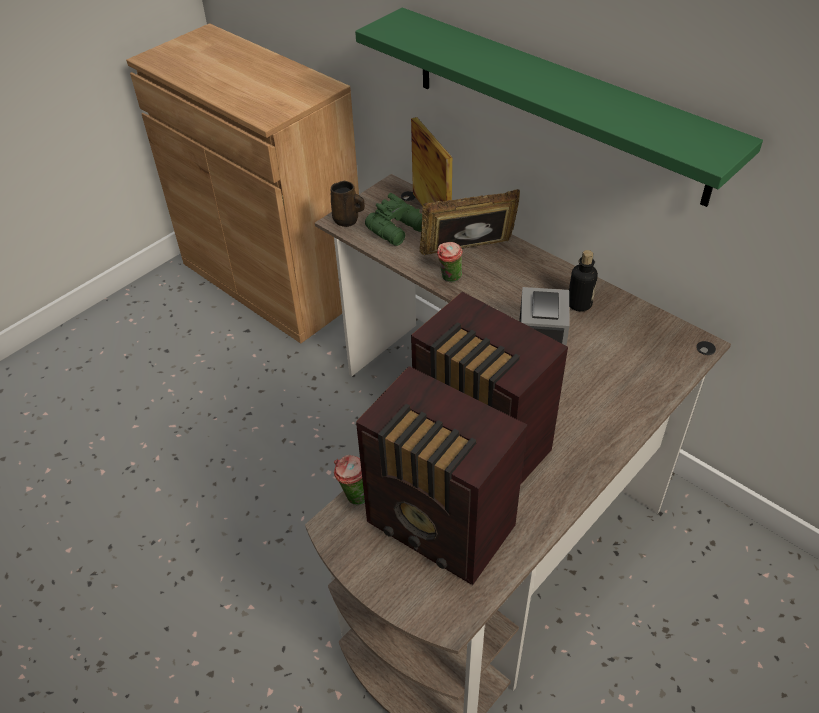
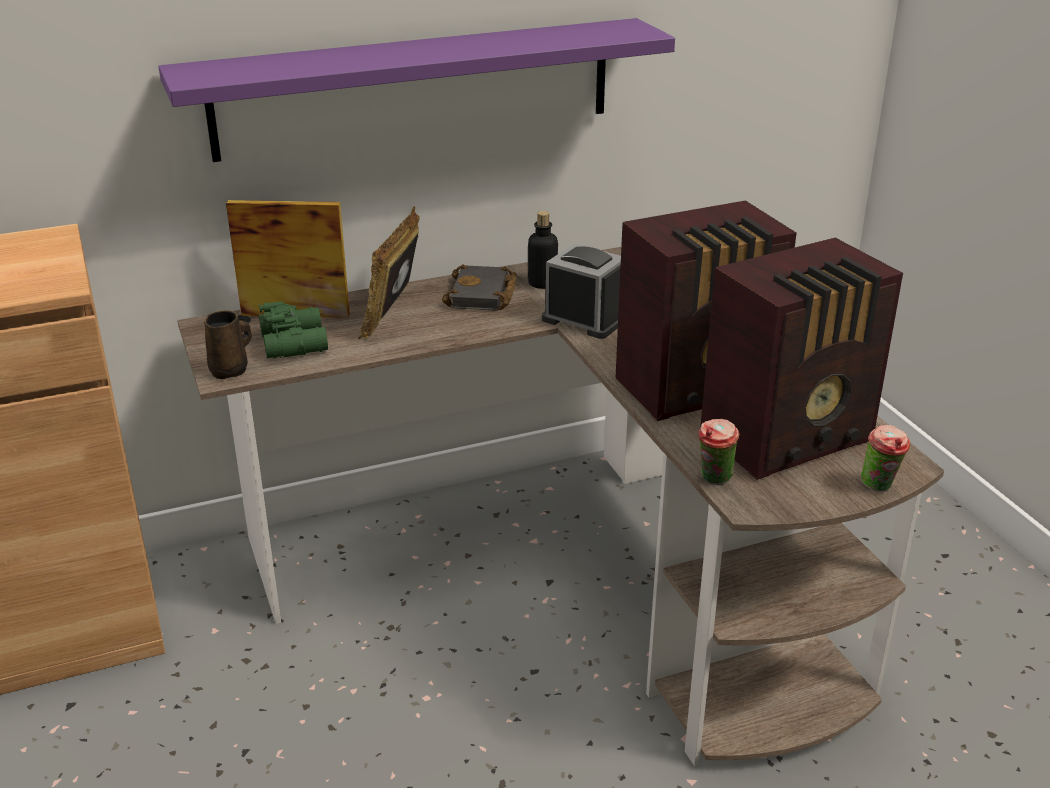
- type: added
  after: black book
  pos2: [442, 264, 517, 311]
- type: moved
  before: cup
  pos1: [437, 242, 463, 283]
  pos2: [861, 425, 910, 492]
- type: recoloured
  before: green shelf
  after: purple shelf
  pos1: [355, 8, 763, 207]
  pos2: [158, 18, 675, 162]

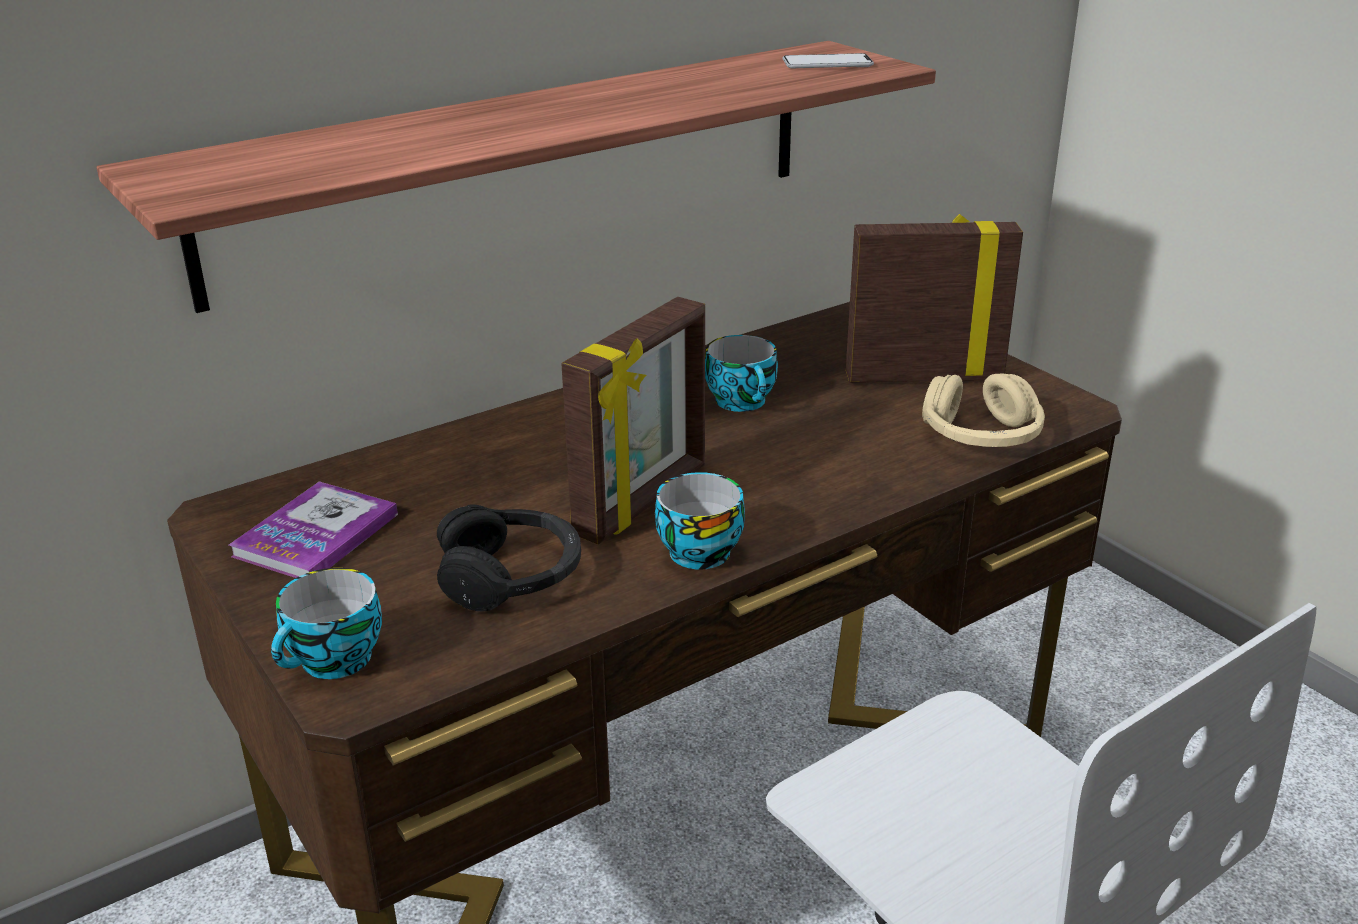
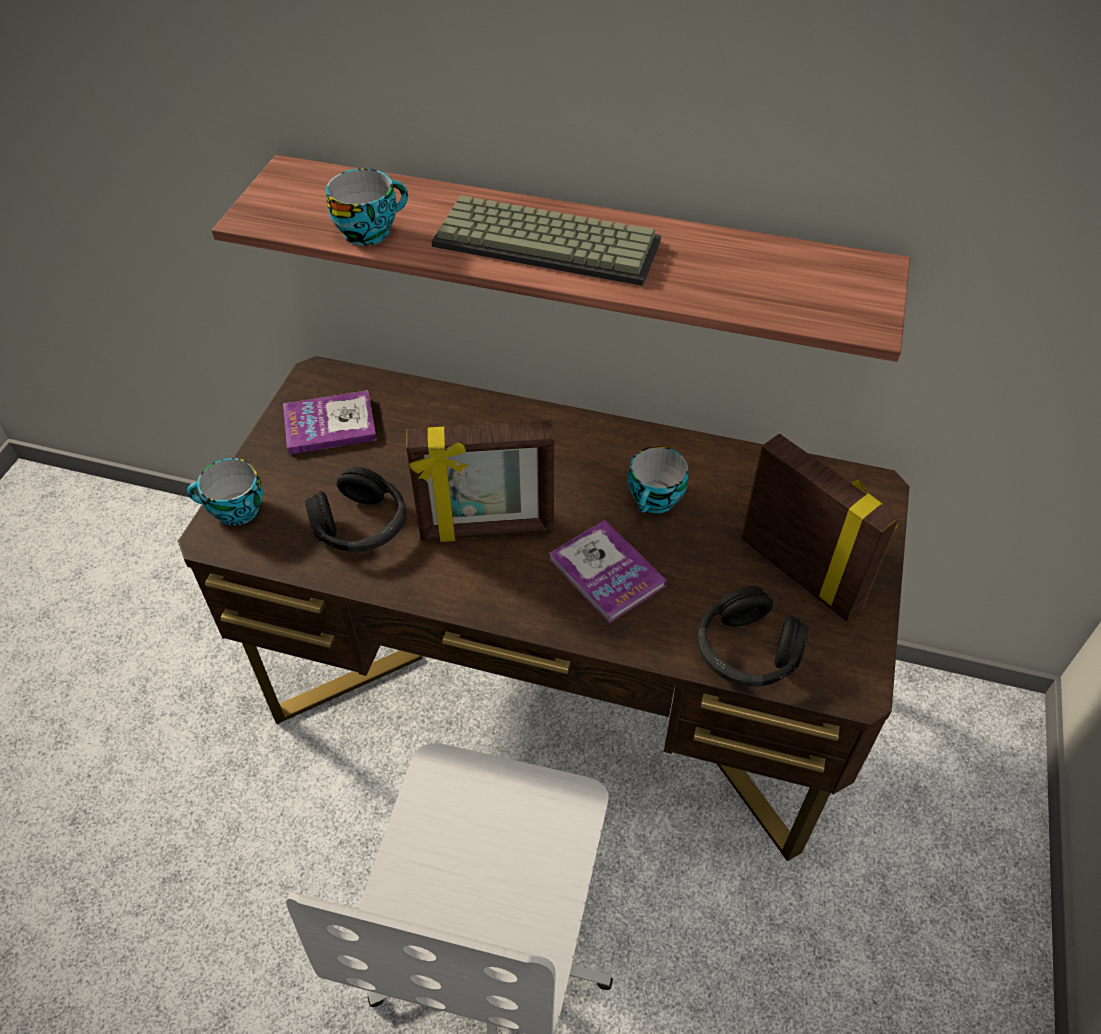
- type: removed
  before: phone
  pos1: [782, 53, 874, 68]
- type: added
  after: keyboard
  pos2: [432, 195, 661, 286]
- type: added
  after: book
  pos2: [549, 520, 667, 623]
- type: moved
  before: cup
  pos1: [655, 472, 745, 570]
  pos2: [326, 168, 408, 246]
- type: recoloured
  before: beige headphones
  after: black headphones
  pos1: [922, 373, 1045, 447]
  pos2: [698, 586, 808, 687]

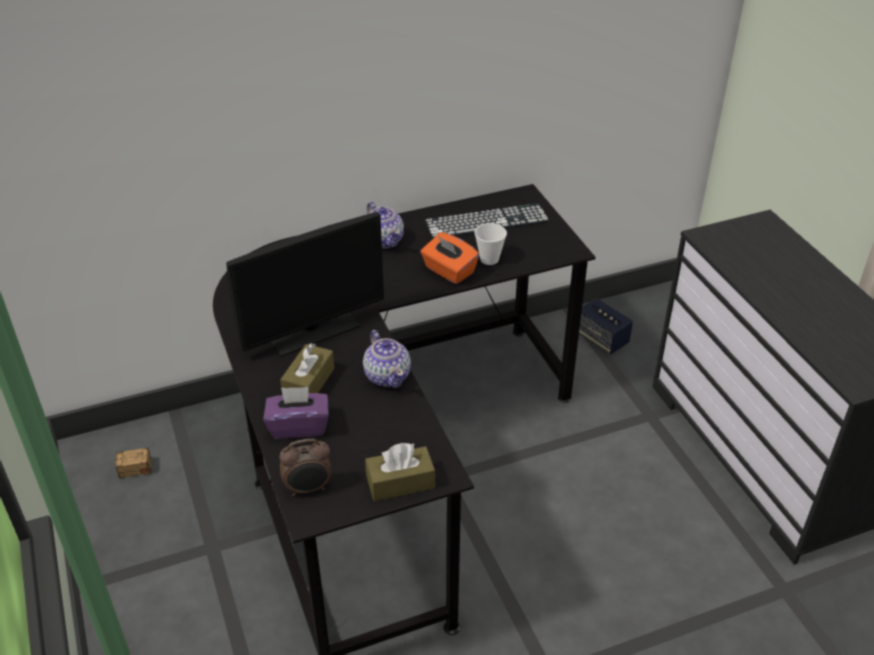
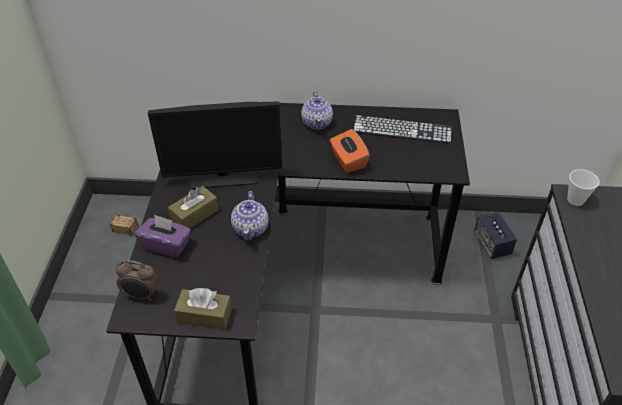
- type: moved
  before: cup
  pos1: [474, 223, 507, 265]
  pos2: [567, 169, 599, 206]

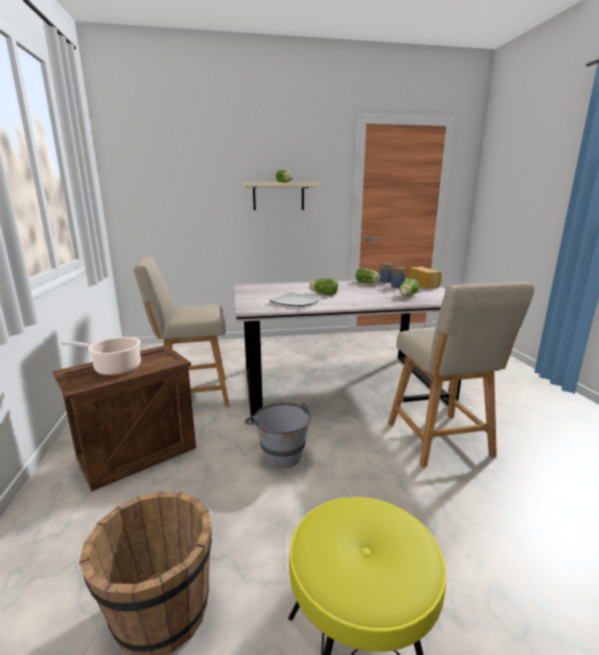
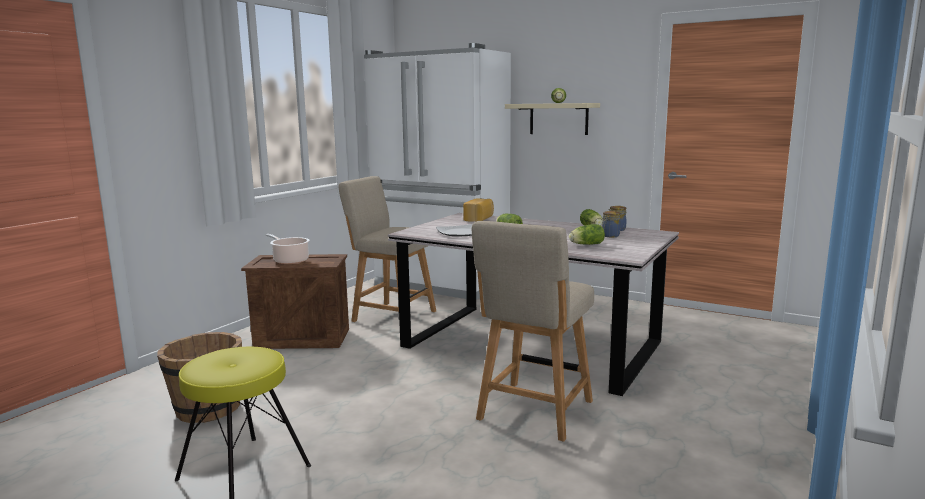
- type: removed
  before: grey bucket
  pos1: [245, 402, 311, 468]
- type: added
  after: white fridge
  pos2: [364, 43, 511, 300]
- type: moved
  before: bread
  pos1: [408, 267, 441, 289]
  pos2: [463, 199, 494, 222]

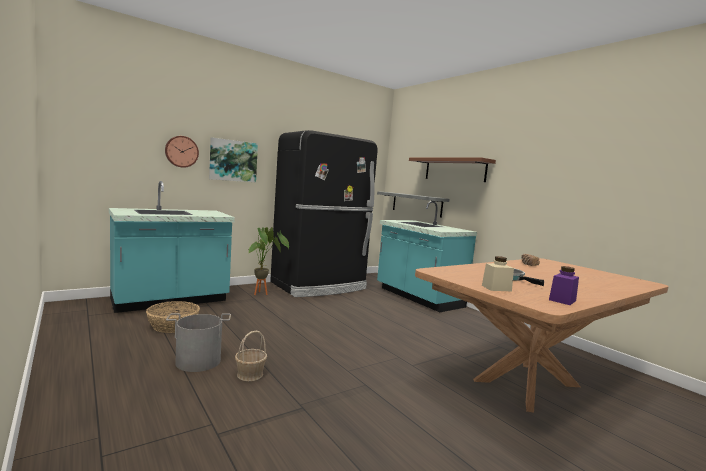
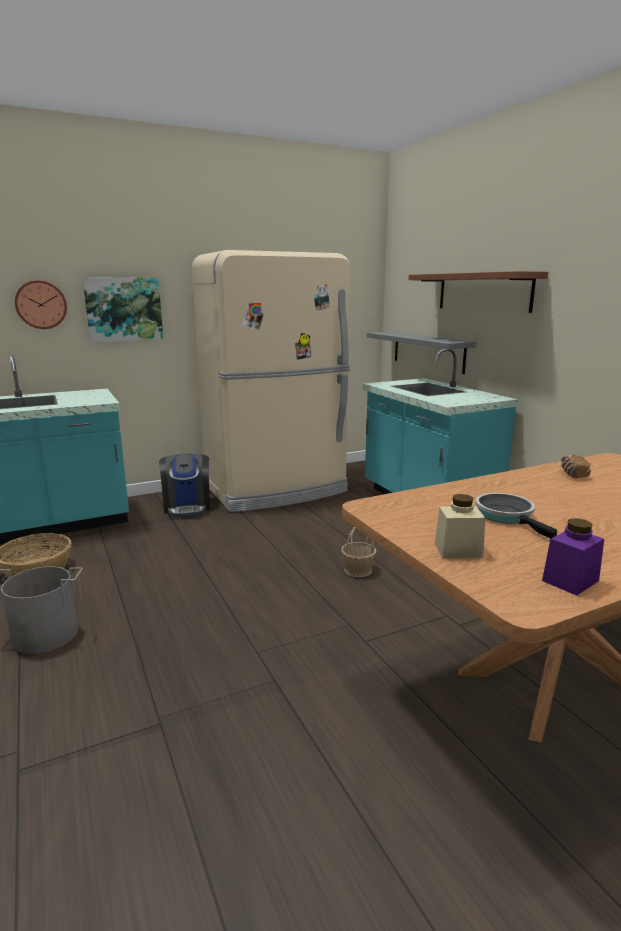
- type: moved
  before: basket
  pos1: [235, 330, 267, 381]
  pos2: [341, 527, 376, 577]
- type: replaced
  before: potted plant
  after: coffee machine
  pos1: [248, 227, 289, 295]
  pos2: [159, 453, 210, 517]
- type: recoloured
  before: black fridge
  after: beige fridge
  pos1: [270, 130, 378, 297]
  pos2: [192, 250, 350, 512]

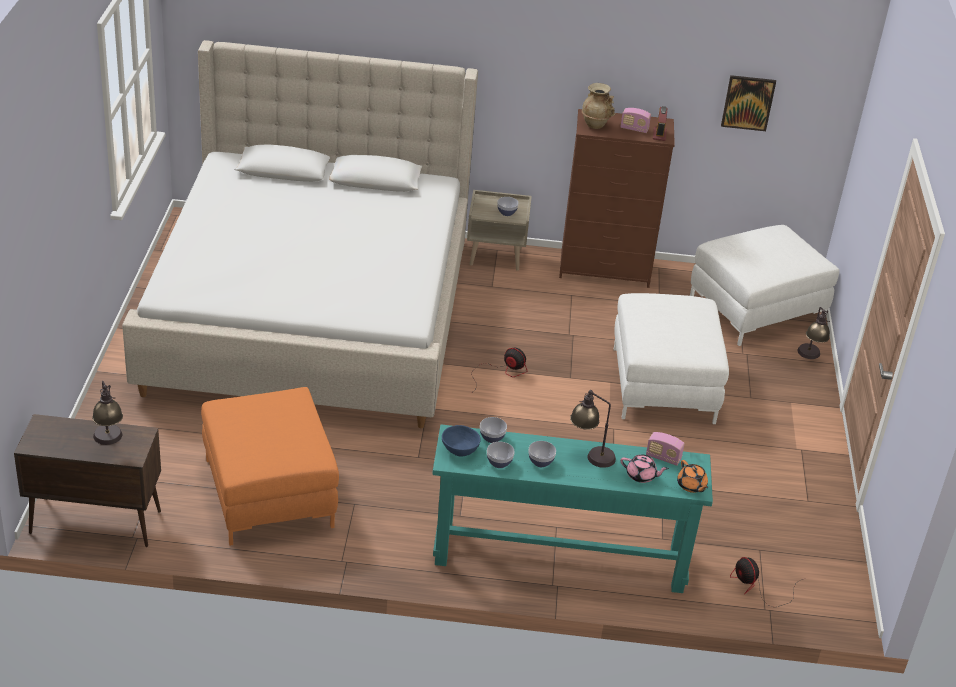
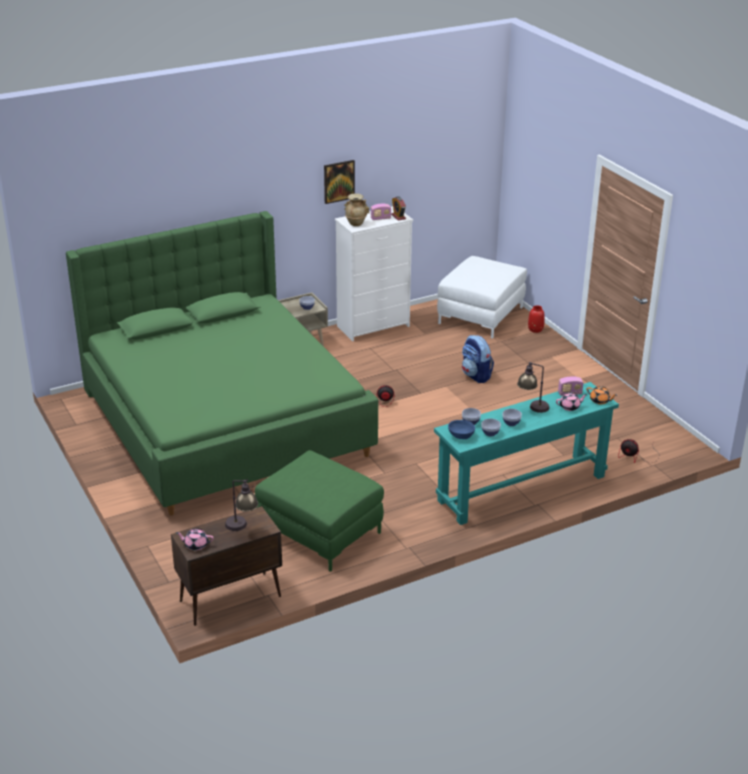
- type: added
  after: pink teapot
  pos2: [176, 528, 214, 550]
- type: moved
  before: picture
  pos1: [721, 75, 776, 131]
  pos2: [324, 160, 355, 204]
- type: replaced
  before: white ottoman
  after: backpack
  pos1: [614, 293, 729, 424]
  pos2: [462, 335, 494, 383]
- type: replaced
  before: table lamp
  after: red vase
  pos1: [797, 307, 830, 359]
  pos2: [528, 305, 545, 333]
- type: recoloured
  before: beige bed
  after: green bed
  pos1: [122, 40, 478, 428]
  pos2: [66, 211, 378, 516]
- type: recoloured
  before: orange ottoman
  after: green ottoman
  pos1: [201, 387, 339, 546]
  pos2: [255, 450, 384, 572]
- type: recoloured
  before: brown dresser
  after: white dresser
  pos1: [559, 109, 675, 288]
  pos2: [335, 206, 413, 341]

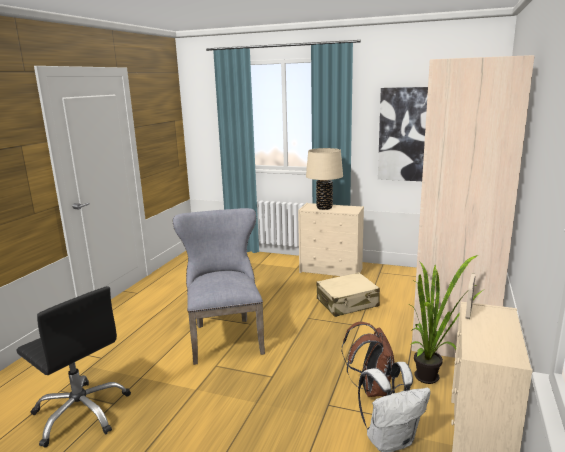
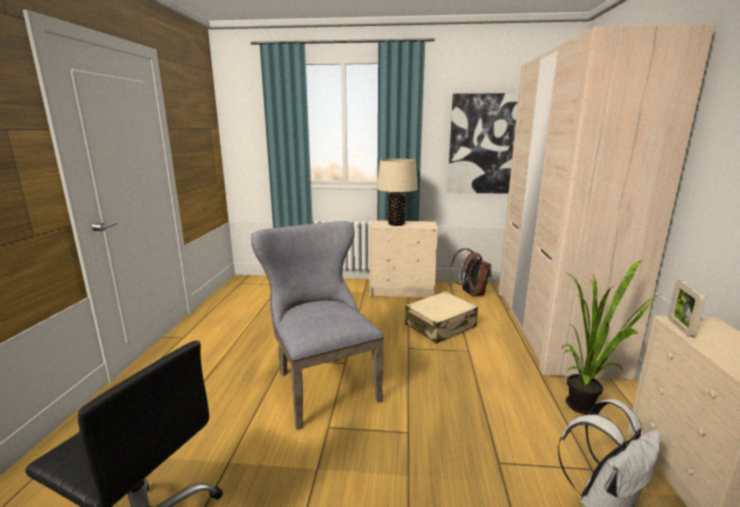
- type: moved
  before: brown backpack
  pos1: [342, 322, 395, 397]
  pos2: [450, 248, 492, 296]

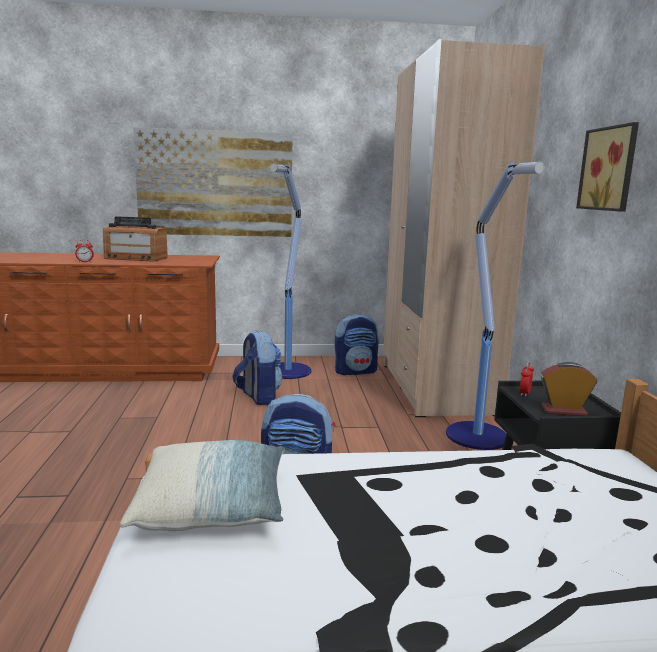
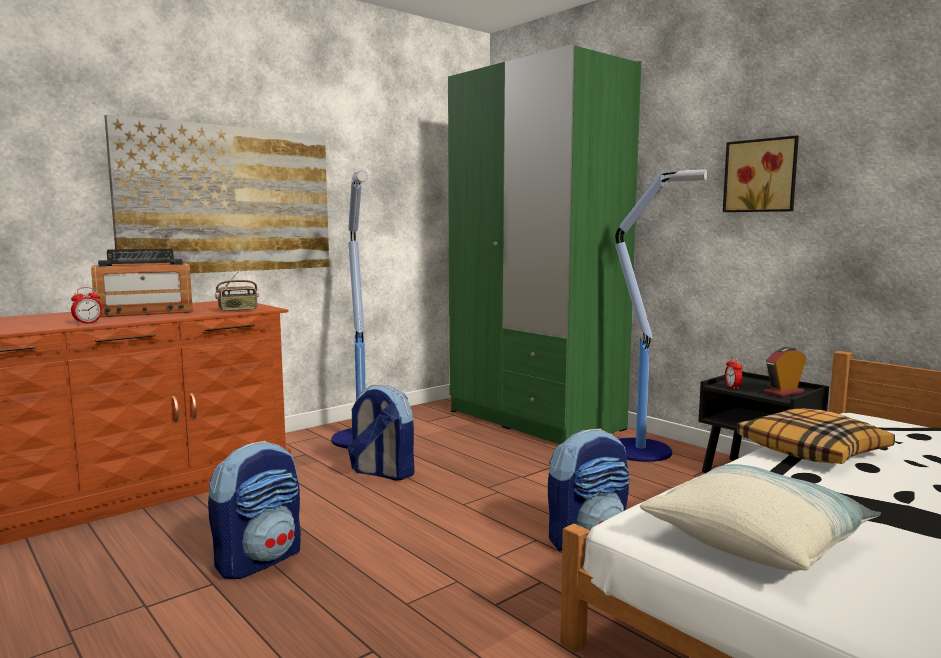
- type: added
  after: radio
  pos2: [215, 268, 259, 312]
- type: added
  after: pillow
  pos2: [737, 409, 895, 464]
- type: moved
  before: backpack
  pos1: [335, 314, 379, 375]
  pos2: [208, 441, 301, 579]
- type: recoloured
  before: beige wardrobe
  after: green wardrobe
  pos1: [383, 39, 545, 417]
  pos2: [448, 44, 641, 444]

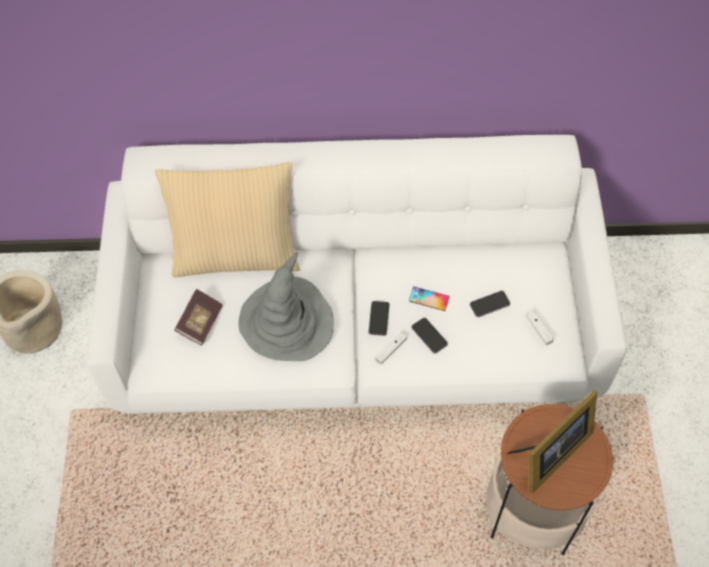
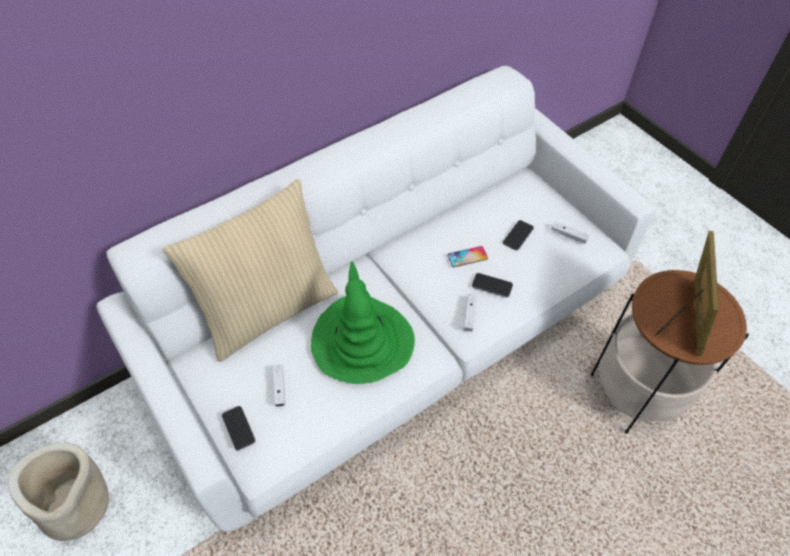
- type: moved
  before: phone
  pos1: [368, 301, 389, 336]
  pos2: [222, 406, 256, 451]
- type: replaced
  before: book
  after: white game controller
  pos1: [174, 289, 223, 345]
  pos2: [272, 365, 286, 407]
- type: recoloured
  before: grey hat
  after: green hat
  pos1: [238, 252, 334, 361]
  pos2: [311, 261, 415, 384]

